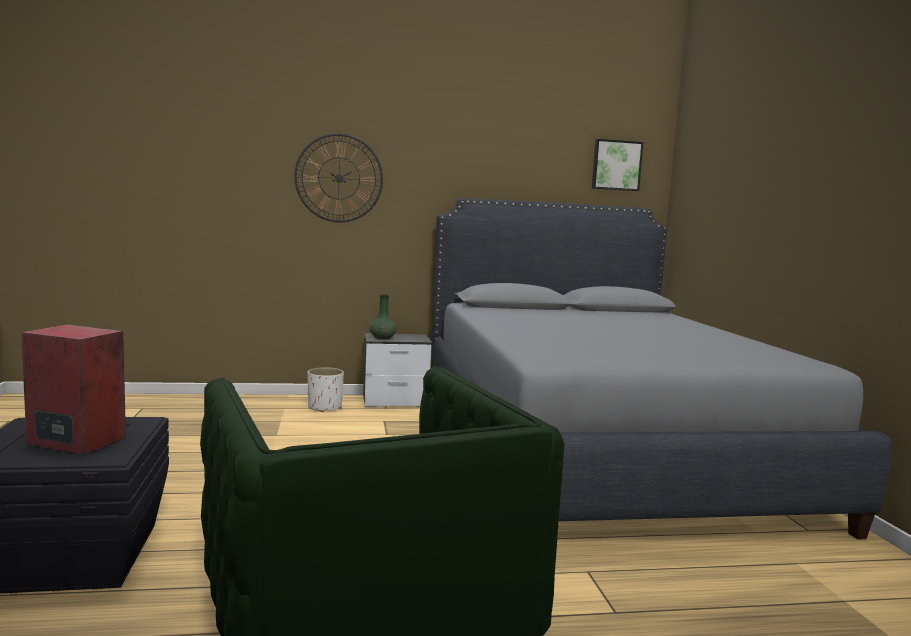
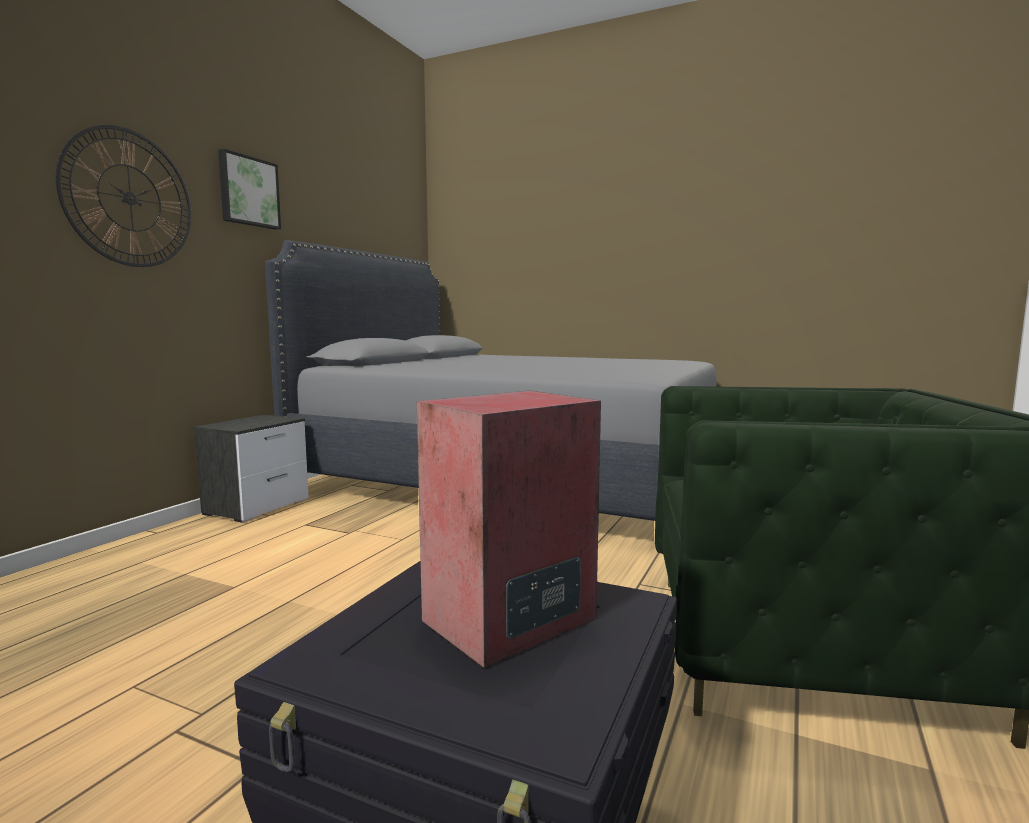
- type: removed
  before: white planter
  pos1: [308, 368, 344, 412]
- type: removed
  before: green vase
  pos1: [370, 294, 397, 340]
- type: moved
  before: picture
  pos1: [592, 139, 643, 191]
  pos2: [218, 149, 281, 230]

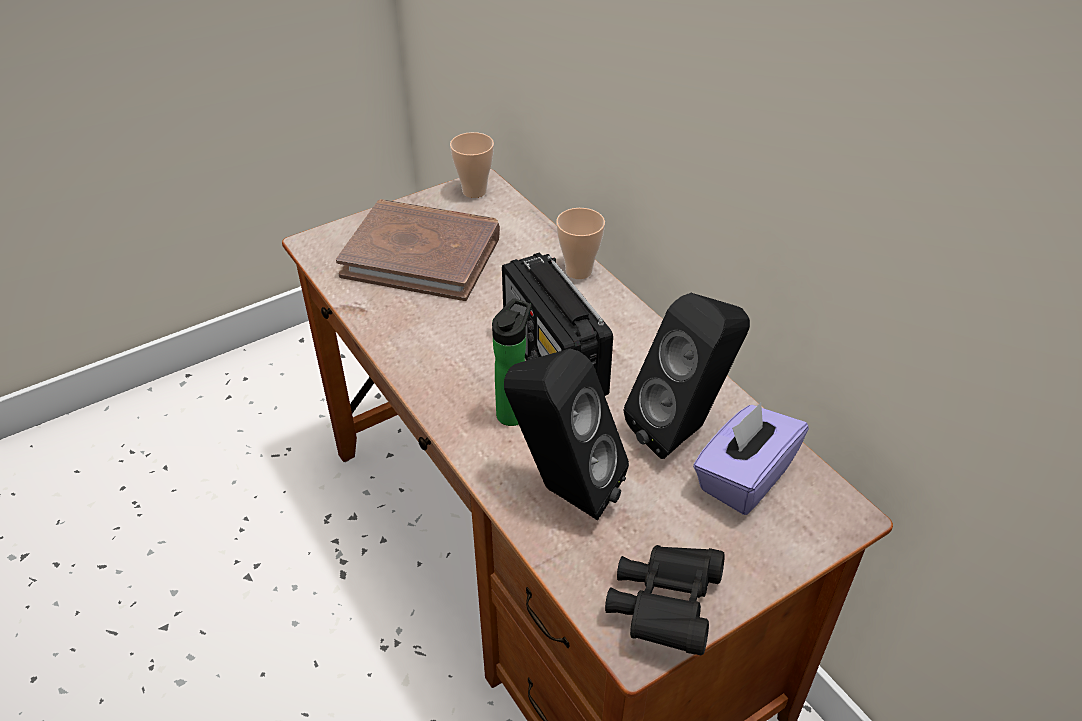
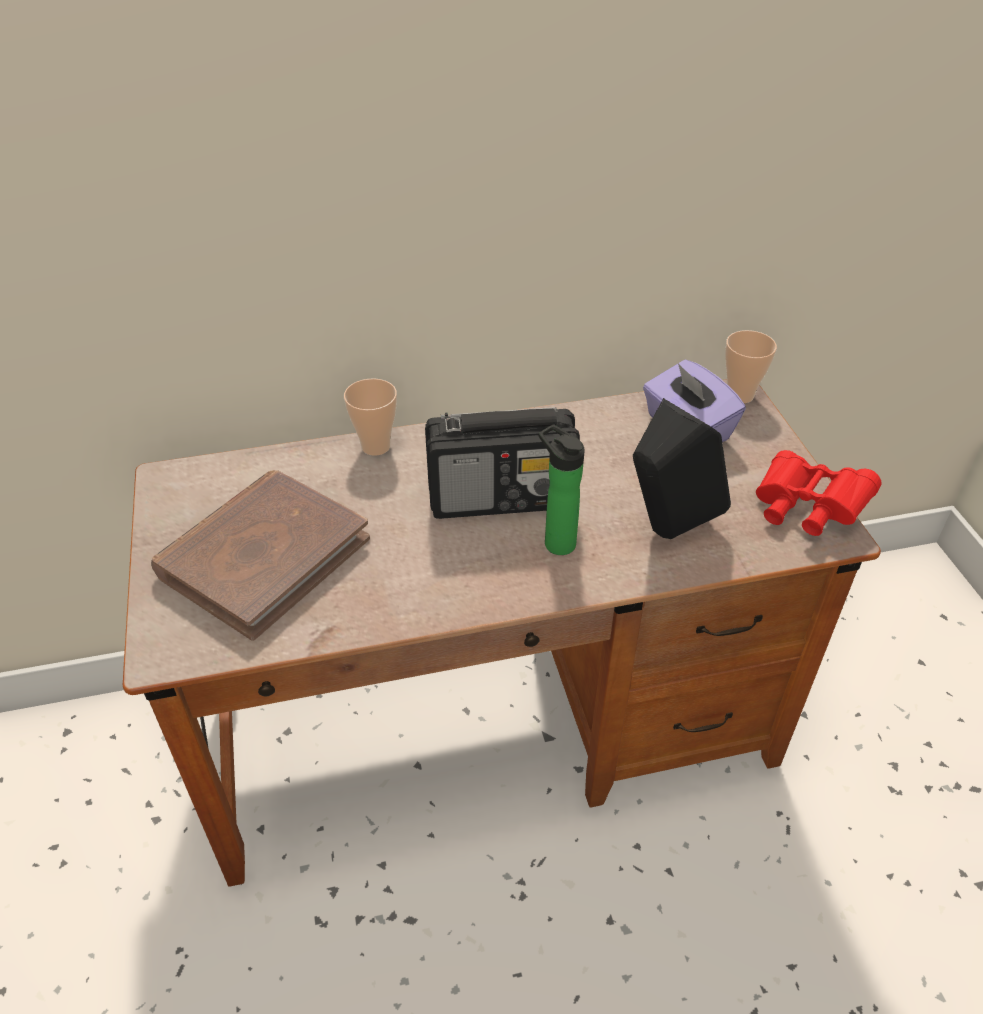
- type: removed
  before: black speaker
  pos1: [624, 293, 750, 459]
- type: moved
  before: cup
  pos1: [450, 132, 494, 198]
  pos2: [725, 330, 777, 403]
- type: recoloured
  before: black binoculars
  after: red binoculars
  pos1: [605, 545, 725, 655]
  pos2: [756, 450, 882, 536]

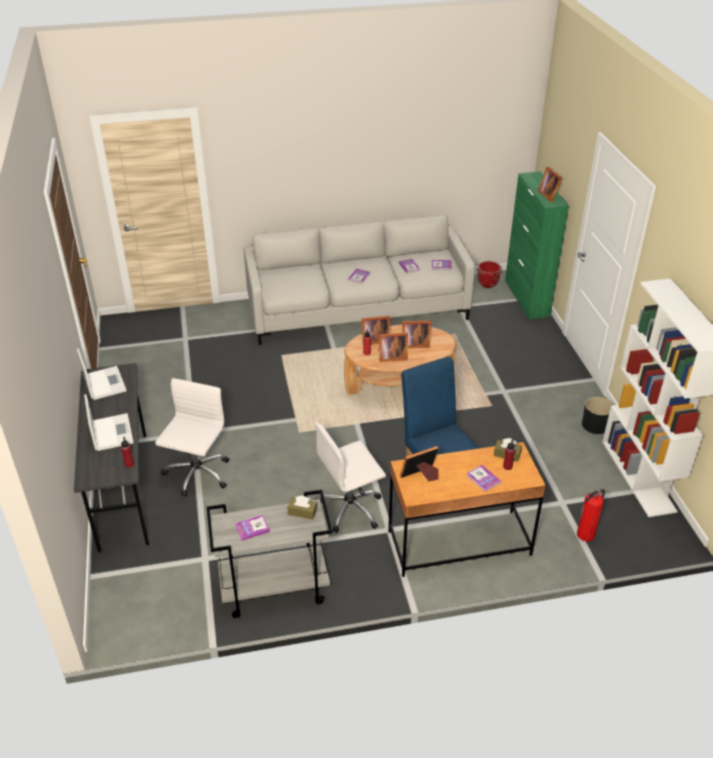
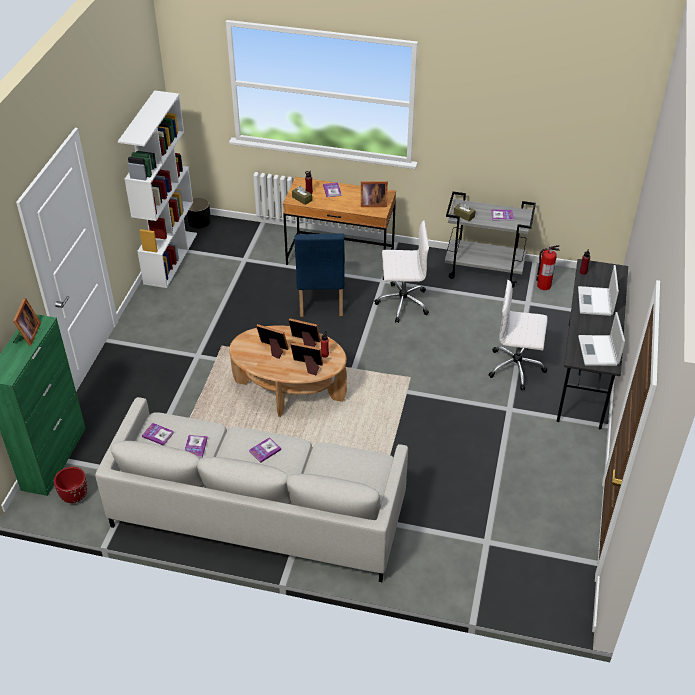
- type: moved
  before: fire extinguisher
  pos1: [577, 489, 605, 542]
  pos2: [536, 245, 560, 290]
- type: moved
  before: black planter
  pos1: [582, 397, 613, 434]
  pos2: [187, 197, 211, 228]
- type: turned
  before: white office chair
  pos1: [155, 378, 229, 497]
  pos2: [488, 280, 547, 390]
  turn: 60

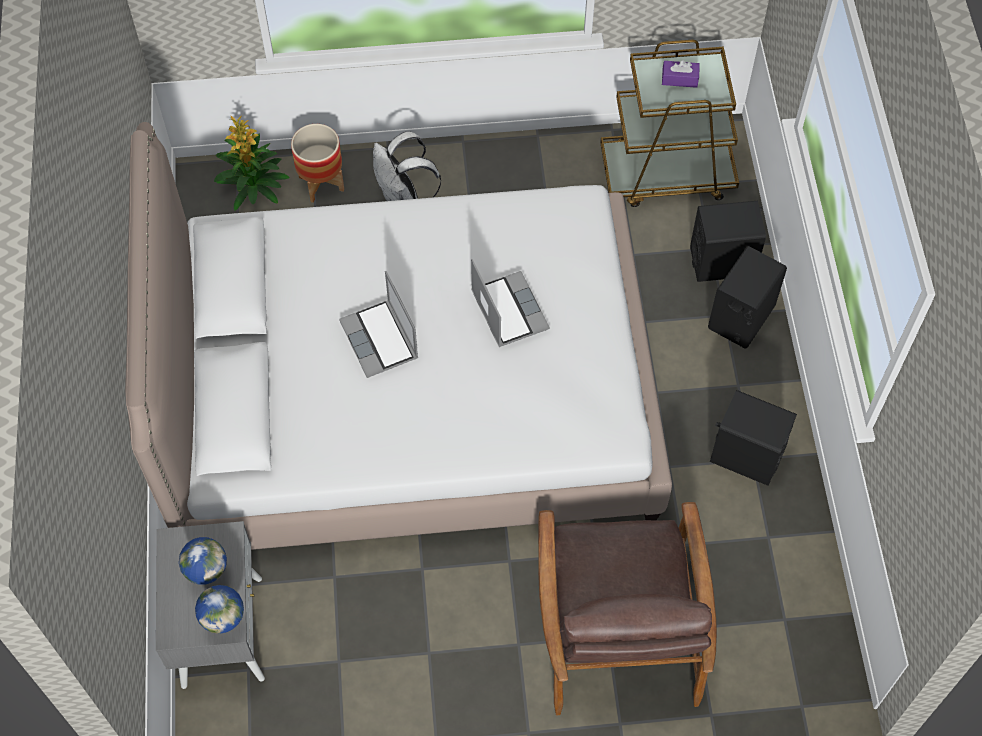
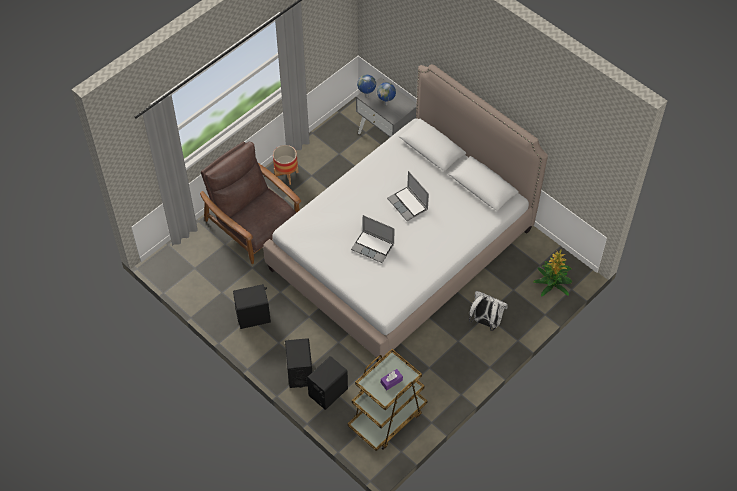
- type: moved
  before: planter
  pos1: [291, 124, 344, 203]
  pos2: [273, 145, 299, 185]
- type: turned
  before: laptop
  pos1: [339, 271, 418, 378]
  pos2: [387, 171, 429, 221]
  turn: -150

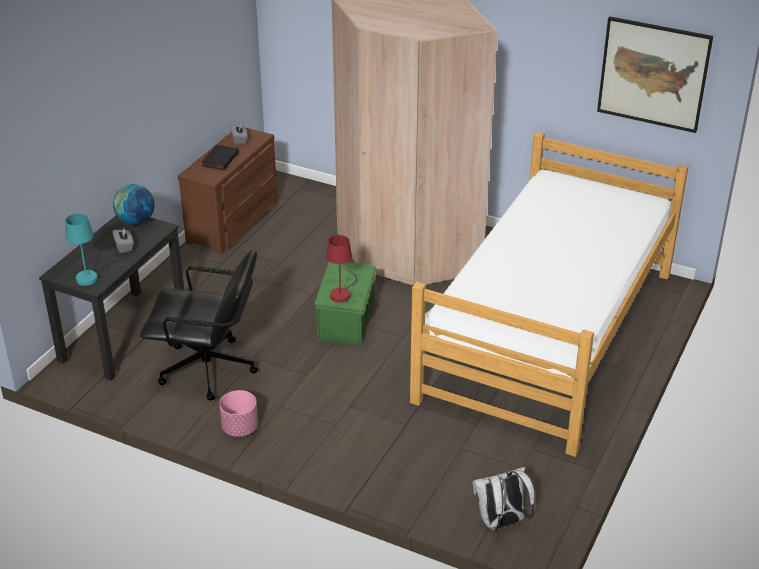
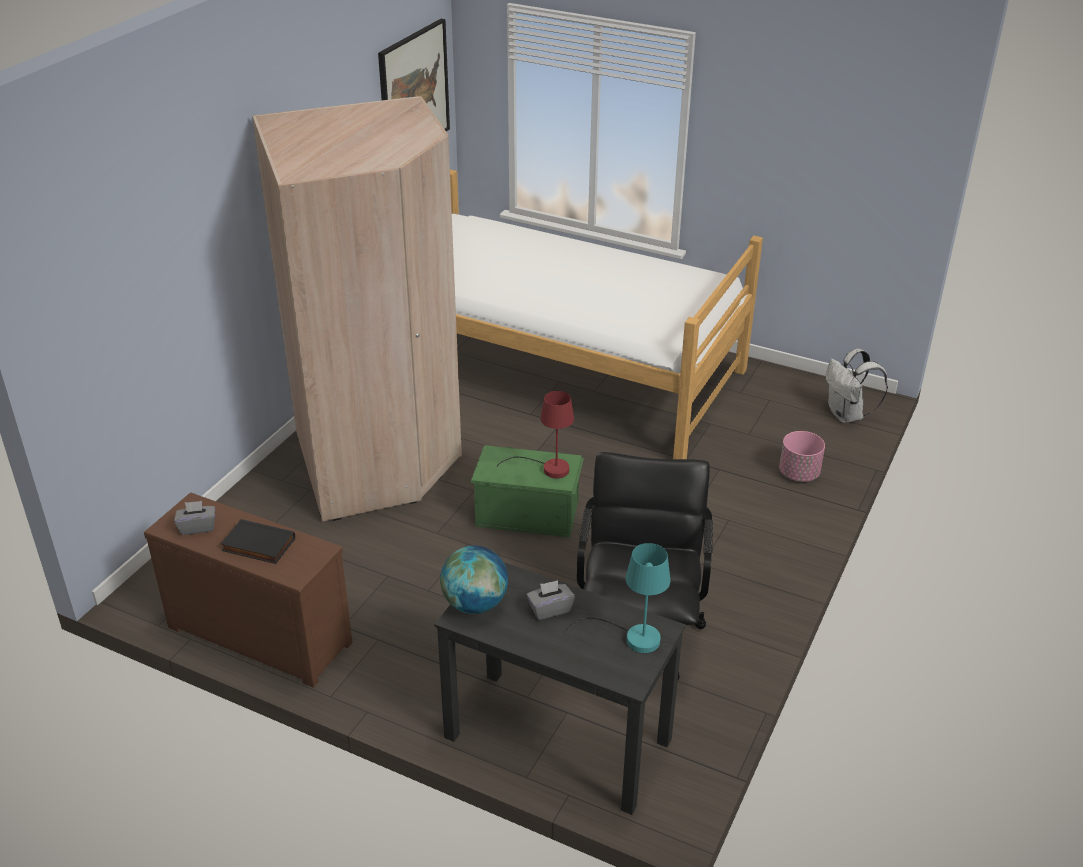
- type: moved
  before: pink planter
  pos1: [219, 390, 258, 437]
  pos2: [779, 431, 825, 482]

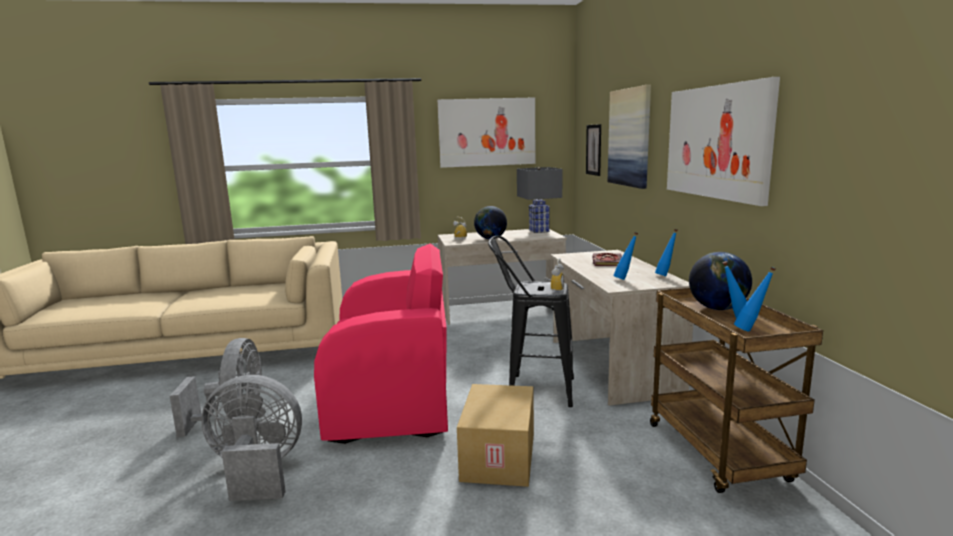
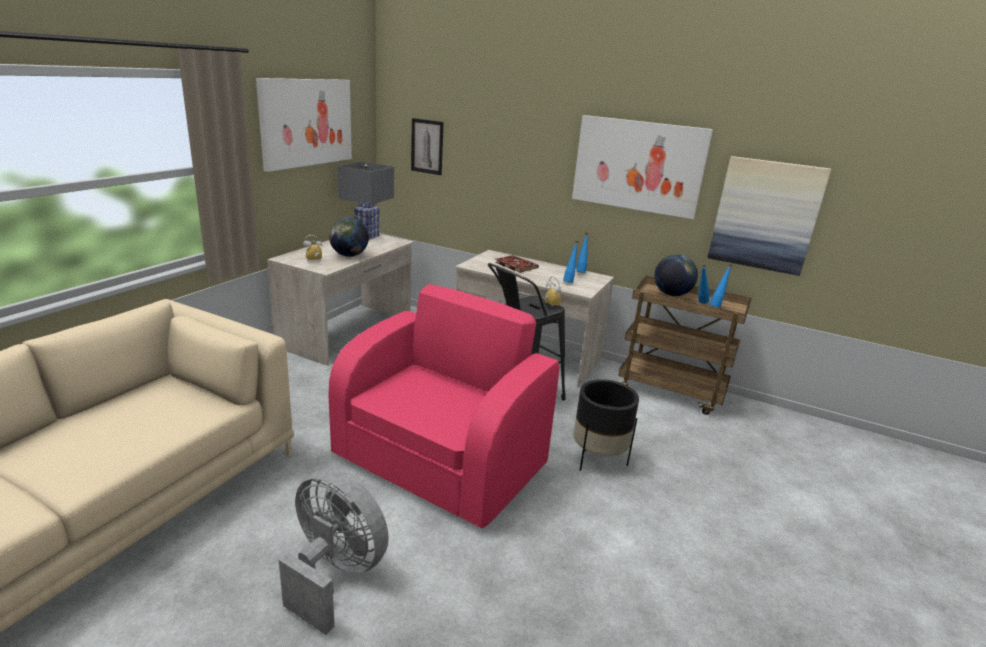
- type: removed
  before: grey fan
  pos1: [201, 375, 302, 501]
- type: moved
  before: picture
  pos1: [608, 85, 651, 189]
  pos2: [708, 156, 831, 276]
- type: replaced
  before: cardboard box
  after: black planter
  pos1: [457, 384, 534, 487]
  pos2: [573, 379, 639, 471]

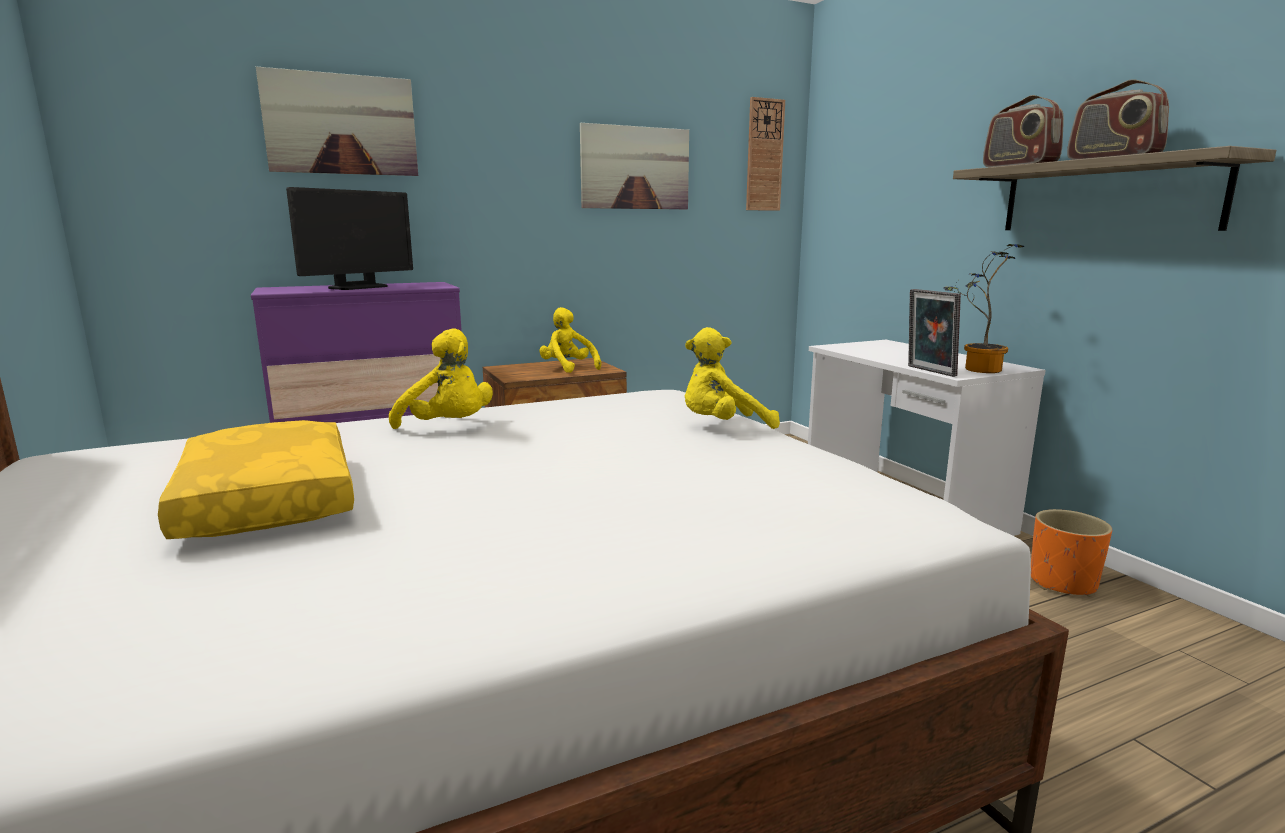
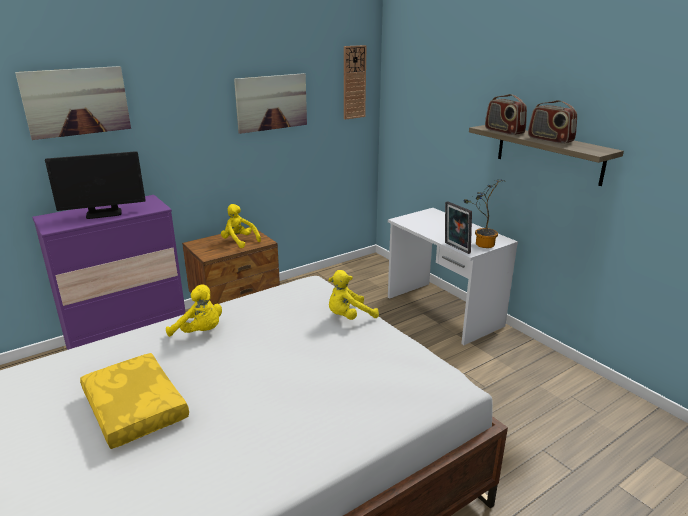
- type: removed
  before: orange planter
  pos1: [1031, 509, 1112, 597]
- type: turned
  before: monitor
  pos1: [286, 187, 413, 290]
  pos2: [45, 151, 146, 219]
  turn: 45

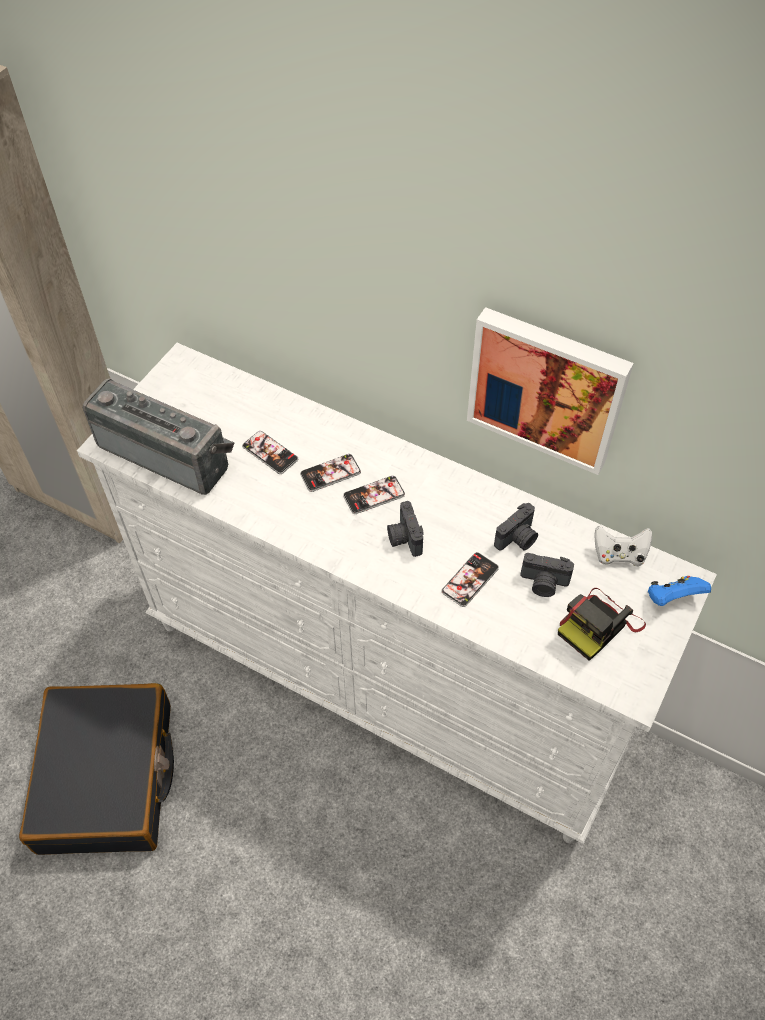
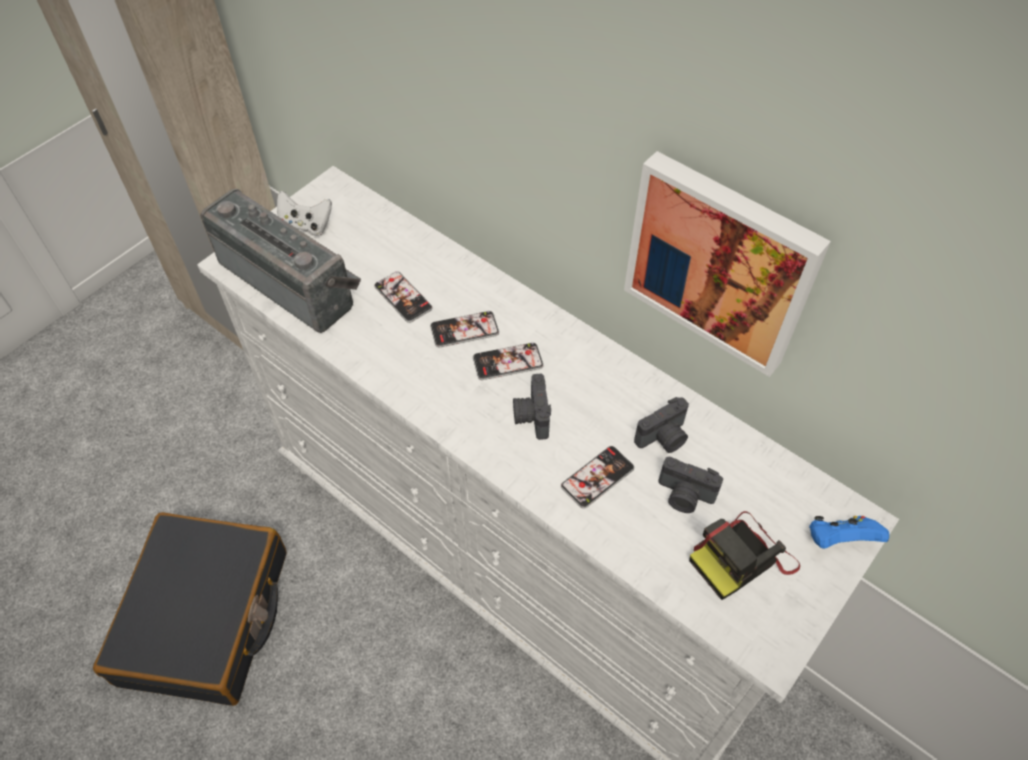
- type: moved
  before: white game controller
  pos1: [594, 526, 652, 566]
  pos2: [277, 191, 332, 236]

